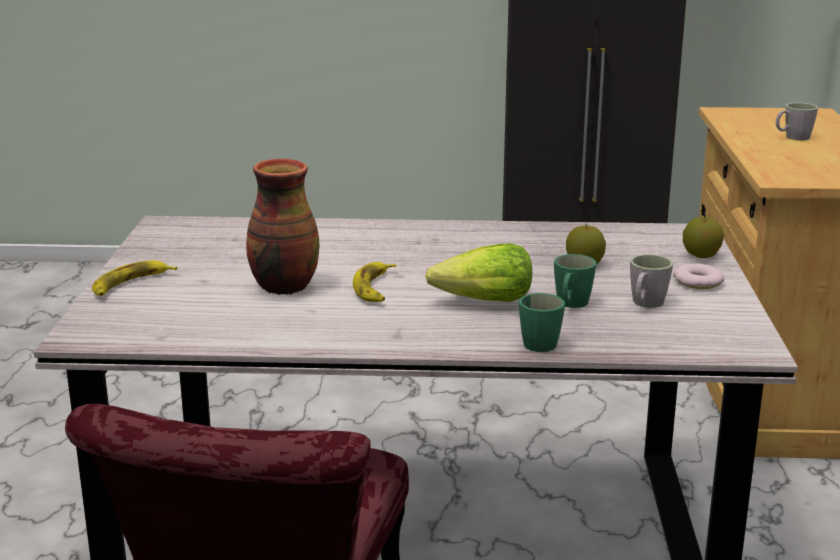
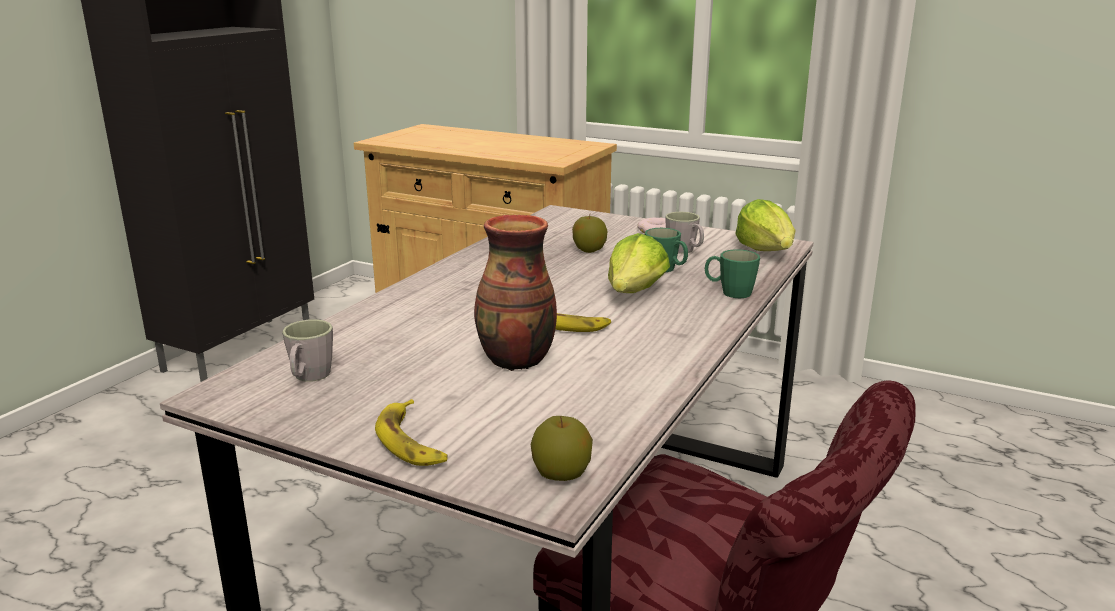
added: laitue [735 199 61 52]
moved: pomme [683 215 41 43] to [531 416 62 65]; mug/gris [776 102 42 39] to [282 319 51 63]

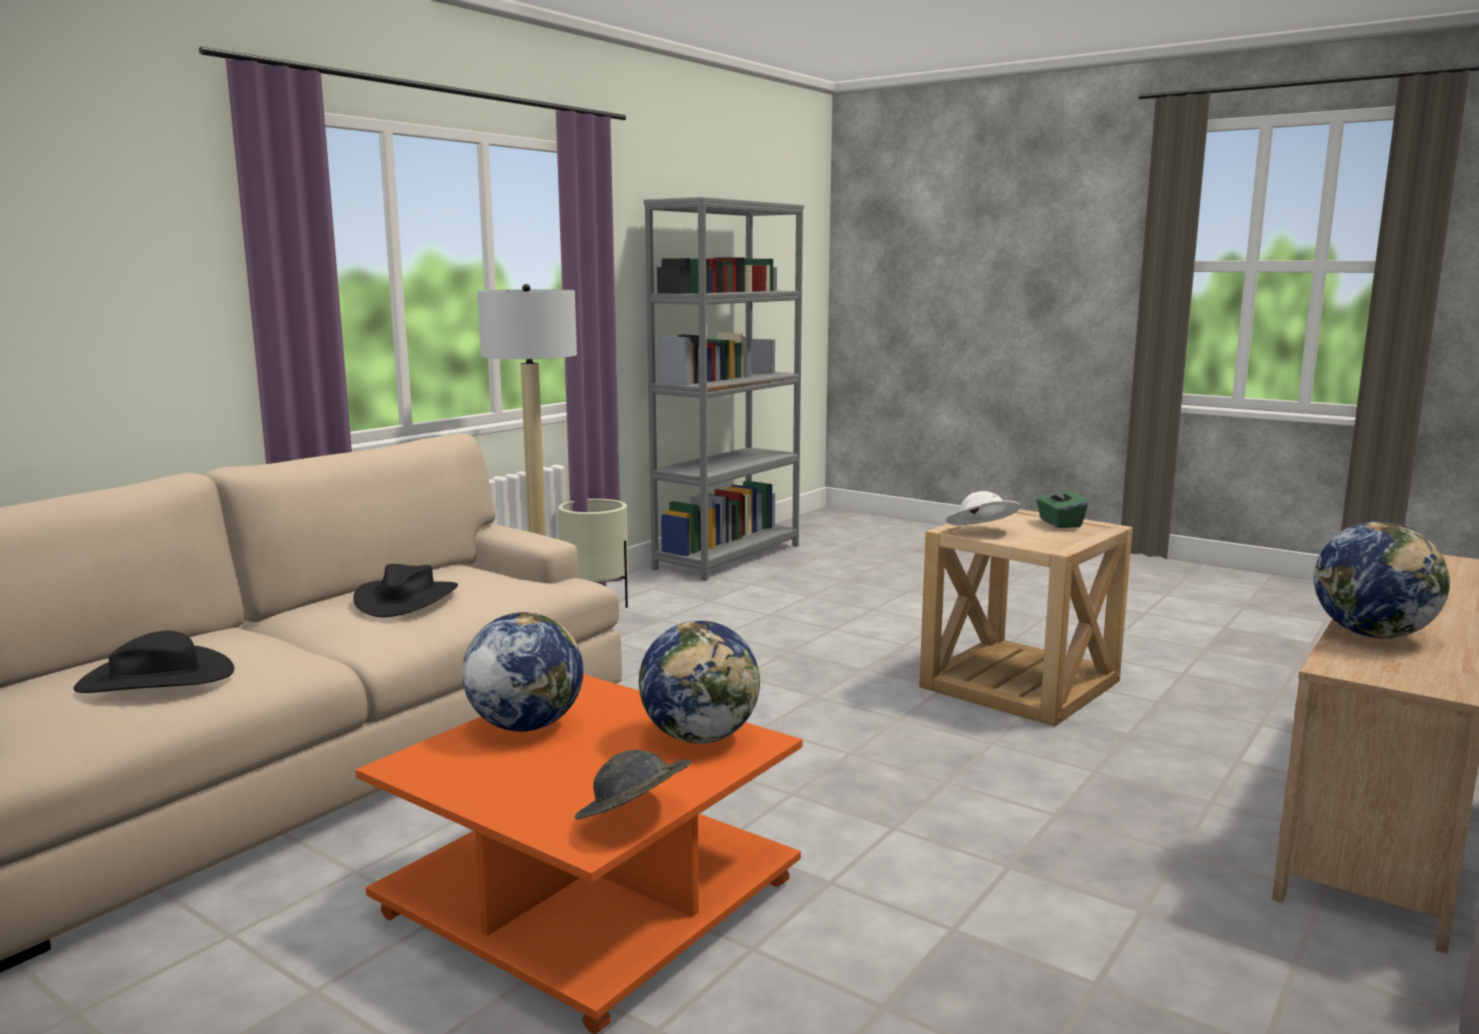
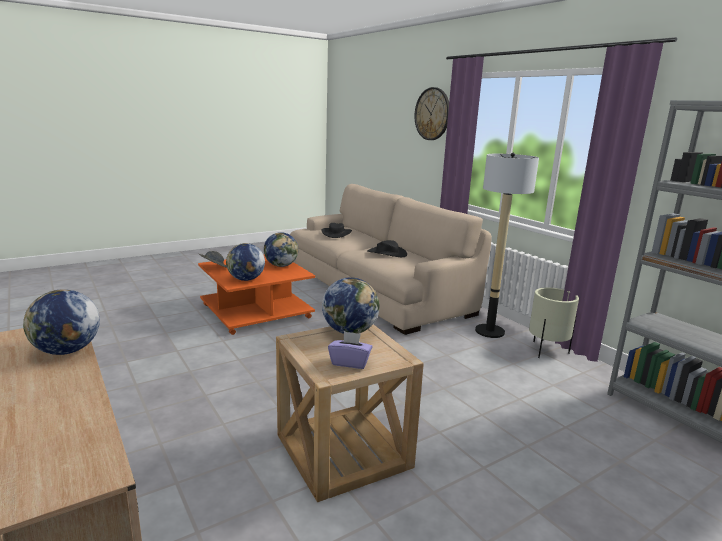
added: horloge murale [414 87 35 53]
replaced: chapeau/blanc [945 491 75 34] to globe [322 277 58 57]
recoloured: boîte à mouchoirs/vert [1036 482 52 46] to boîte à mouchoirs/violet [328 331 44 38]

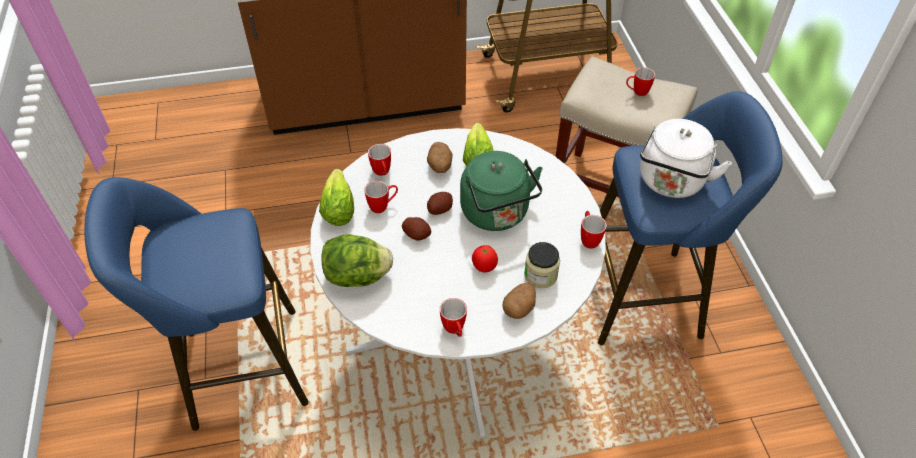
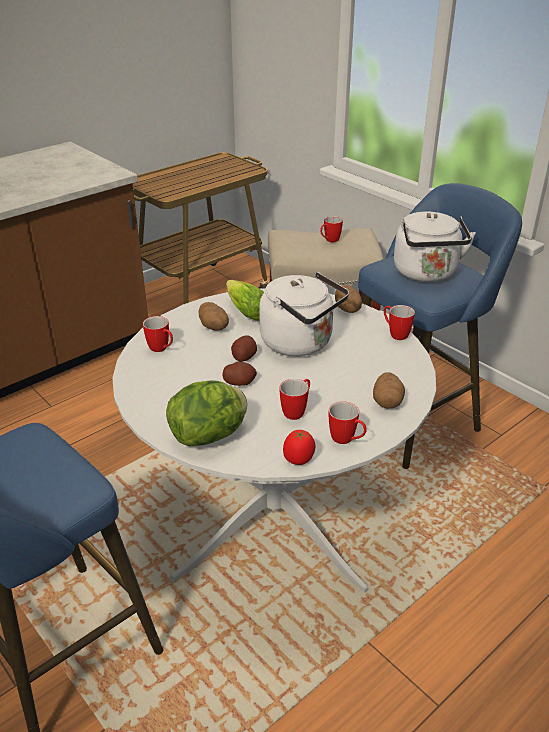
removed: laitue [319 169 35 57]; bocal [524 242 36 46]
added: pomme de terre [335 285 27 28]
moved: mug [364 180 34 33] to [280 379 30 41]; tomate [472 245 26 28] to [283 430 32 35]
recoloured: bouilloire/vert [460 151 83 80] to bouilloire/blanc [259 272 90 84]

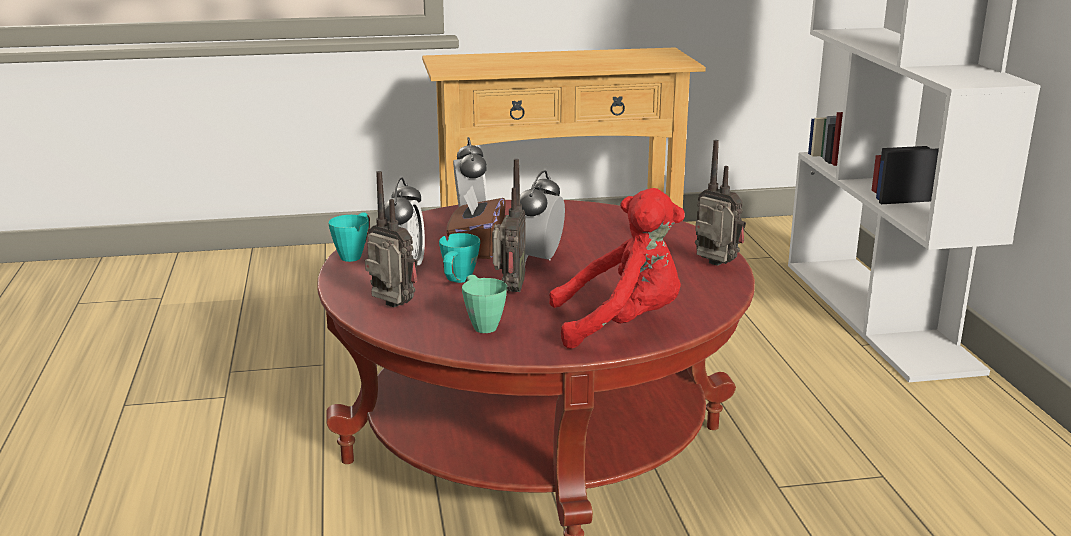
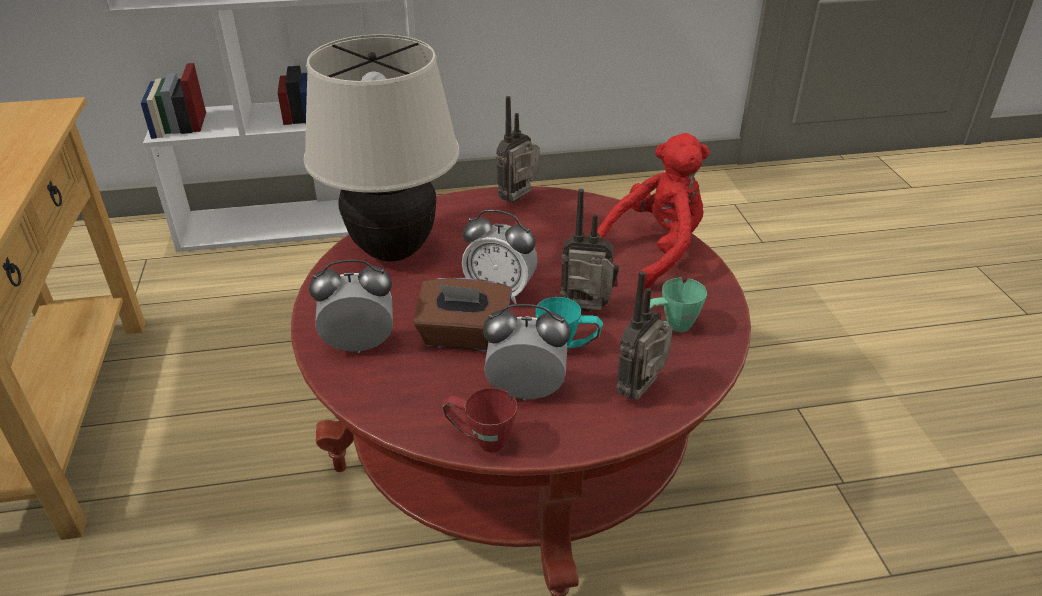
added: lampe de table/beige [304 34 155 228]
recoloured: mug/turquoise [329 212 41 50] to mug/rouge [442 388 75 64]
turned: peluche/rouge [549 188 136 161] = [597 133 113 156] 60 degrees clockwise

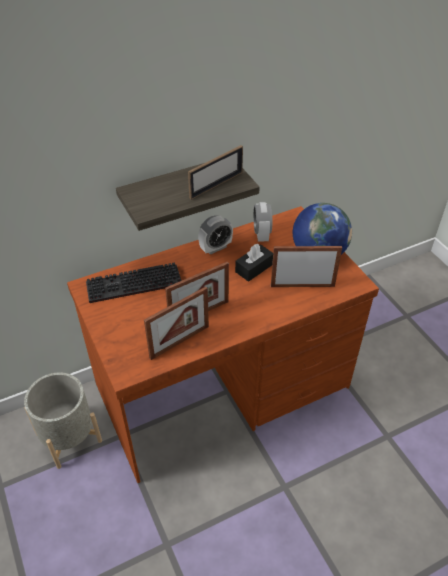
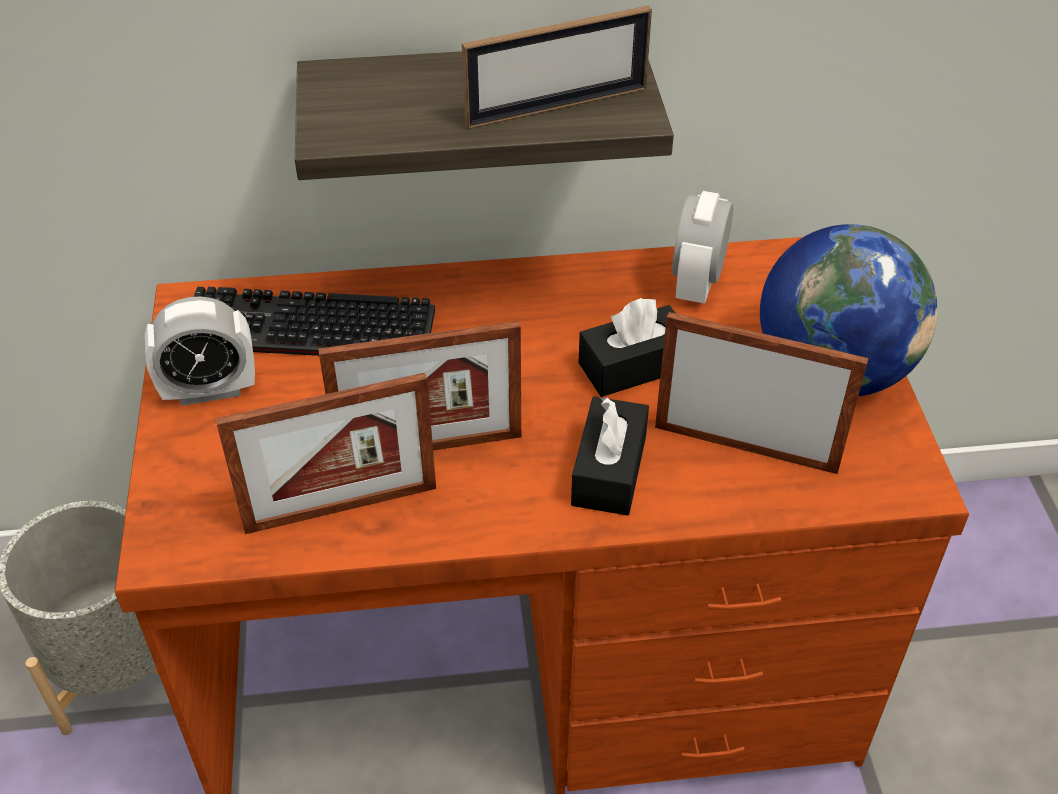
added: boîte à mouchoirs/noir [571 397 78 119]
moved: réveil [198 215 35 40] to [145 296 110 110]

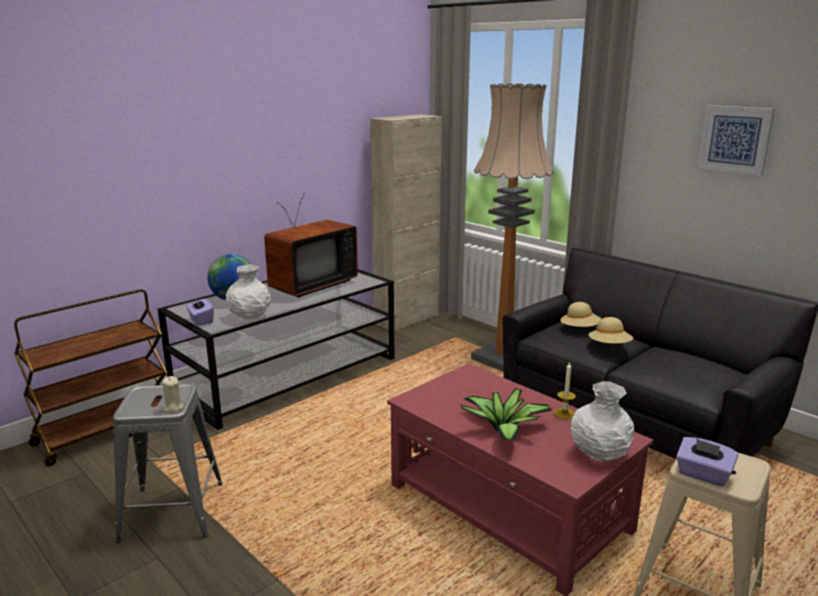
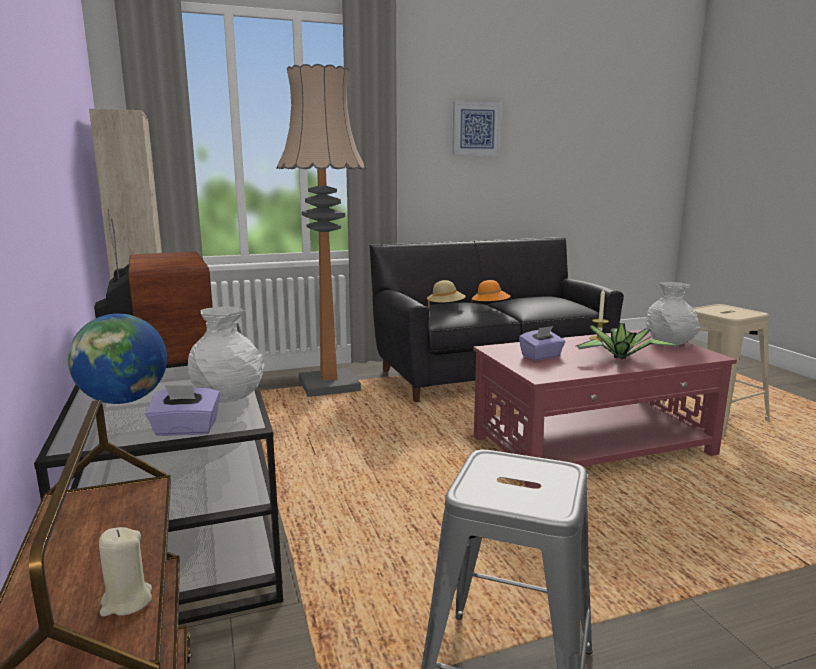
moved: bougie/beige [162 376 21 37] to [99 527 53 90]; boîte à mouchoirs/violet [676 437 62 49] to [519 326 46 35]
recoloured: chapeau/beige [588 317 45 27] to chapeau/orange [471 280 39 26]

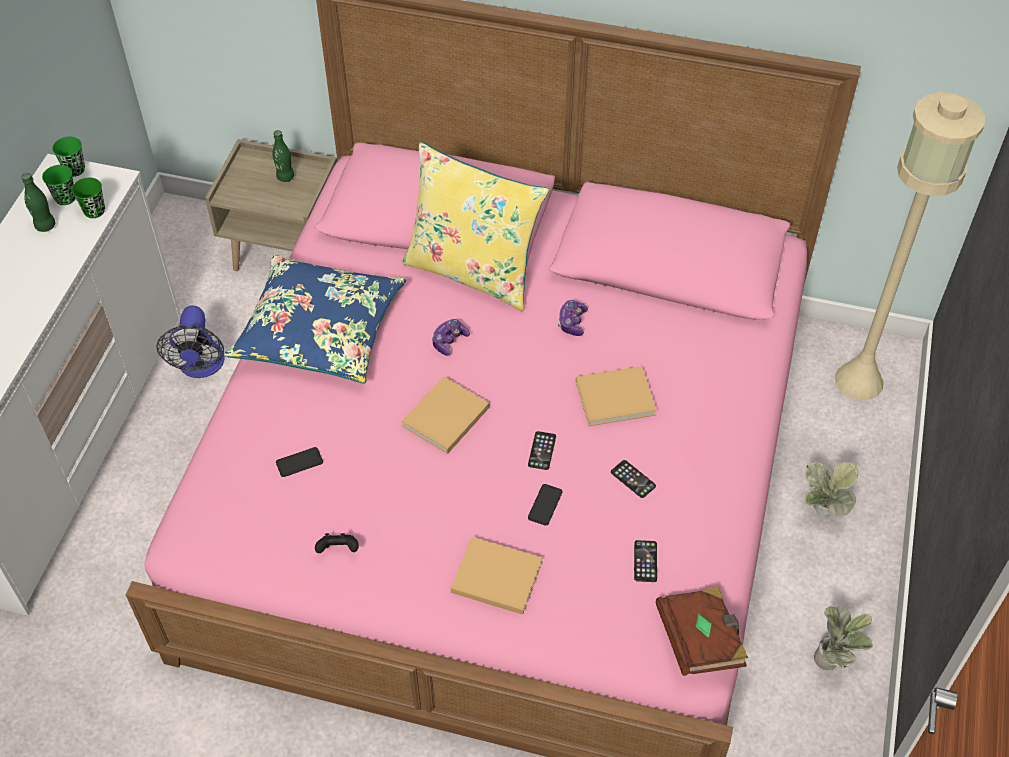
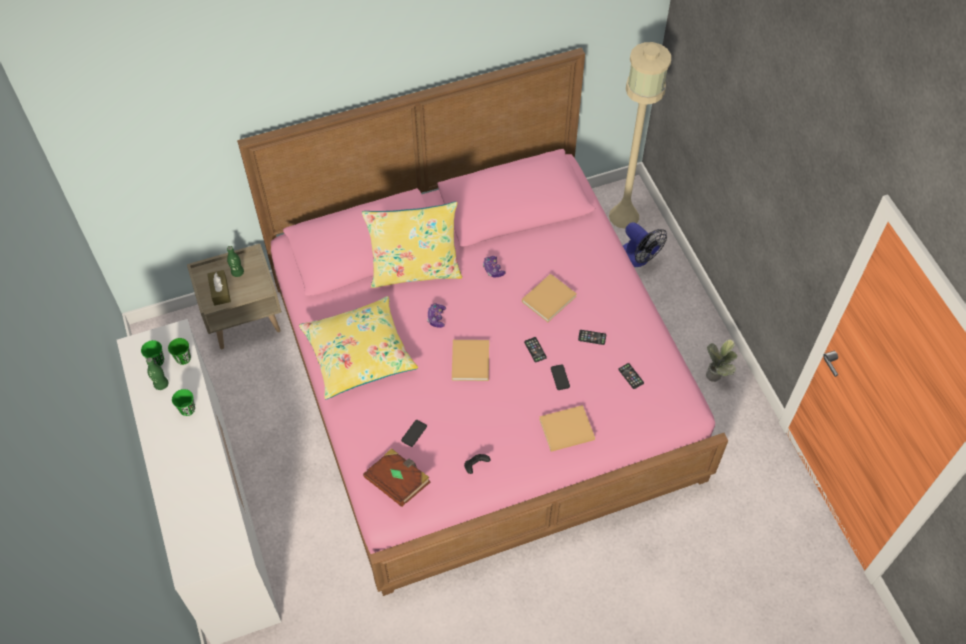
removed: plante en pot [804 461 54 56]
added: boîte à mouchoirs/marron [207 270 24 36]
moved: tasse/vert [52 137 33 40] to [172 389 23 27]; ventilateur [156 305 68 73] to [623 222 44 45]; livre/marron [656 587 92 89] to [363 448 67 59]
recoloured: coussin/bleu [224 255 182 128] to coussin/jaune [299 296 119 103]

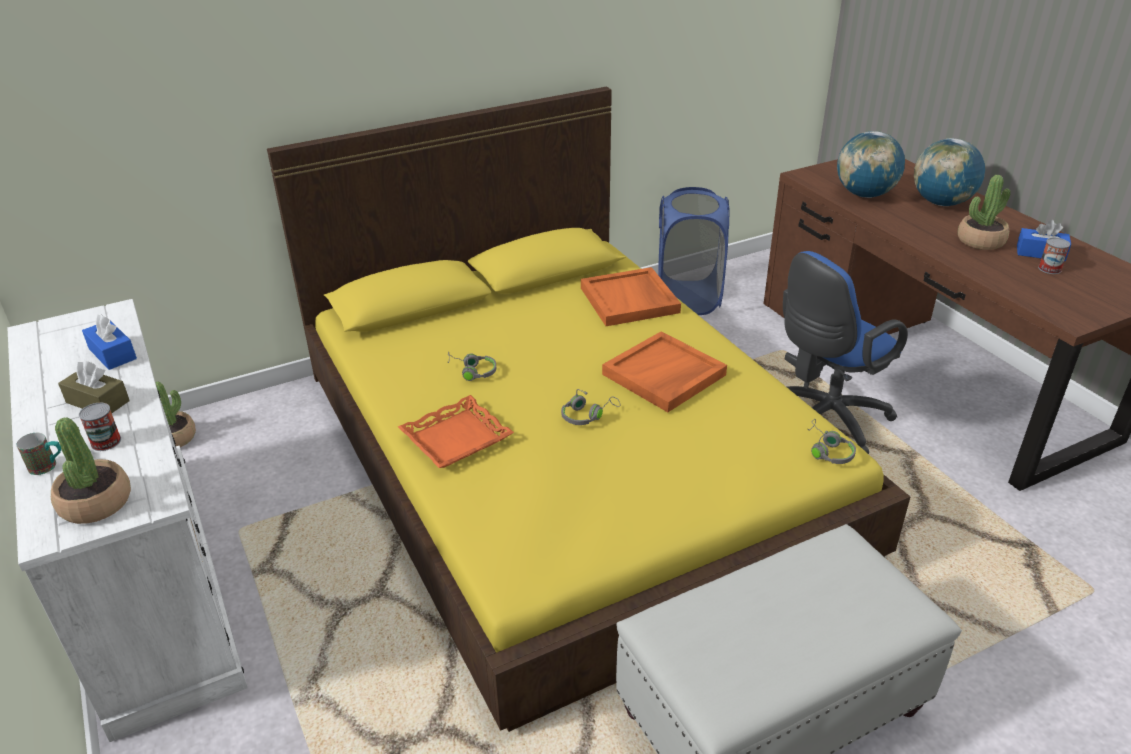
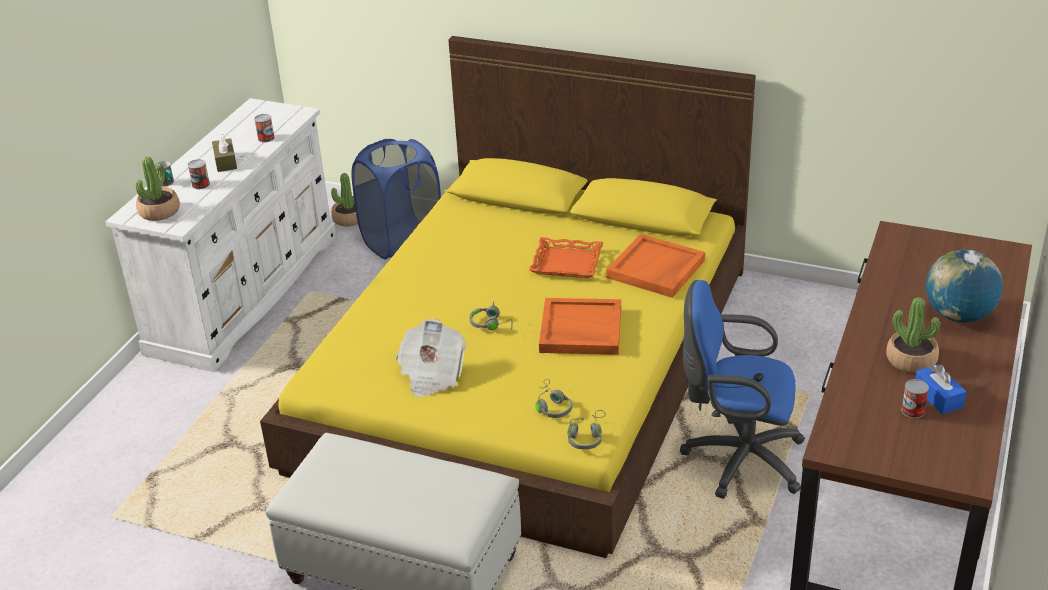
removed: globe [837 131 68 67]
added: journal [396 319 70 78]
moved: plateau/orange [398 395 116 73] to [529 237 74 41]; casque audio/gris [448 351 48 30] to [535 379 37 39]; panier à linge/bleu [658 187 72 128] to [351 139 90 121]
replaced: boîte à mouchoirs/bleu [82 315 55 55] to boîte métallique [254 114 21 28]

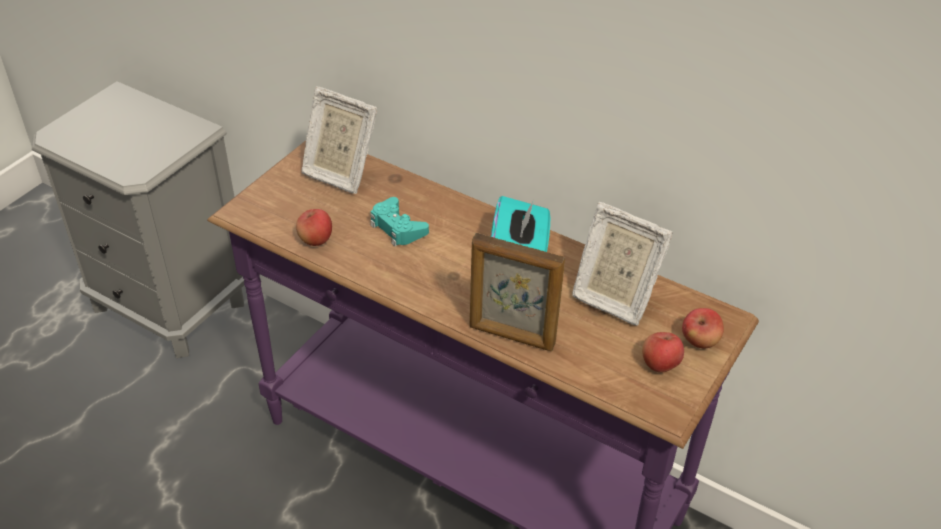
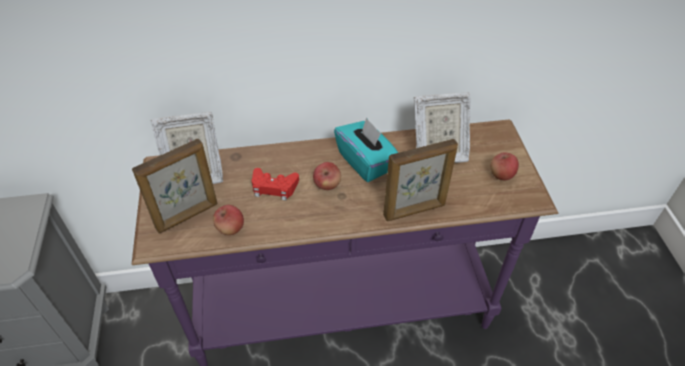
added: cadre photo [132 138 86 95]
moved: pomme [682 308 42 40] to [313 162 28 28]
recoloured: manette/turquoise [370 197 59 49] to manette/rouge [252 168 47 32]

